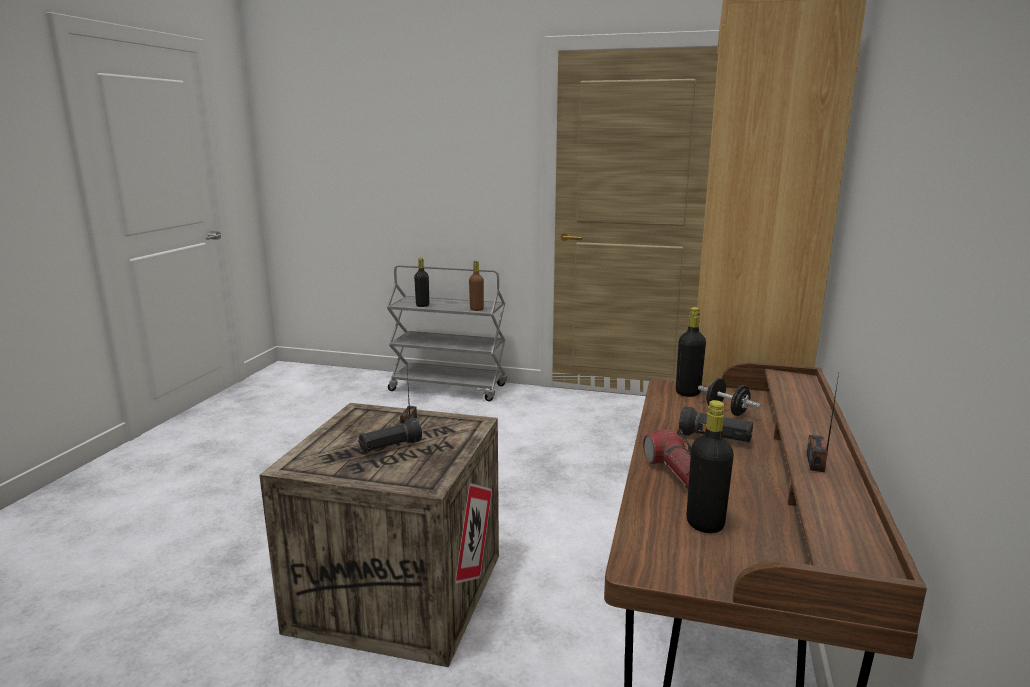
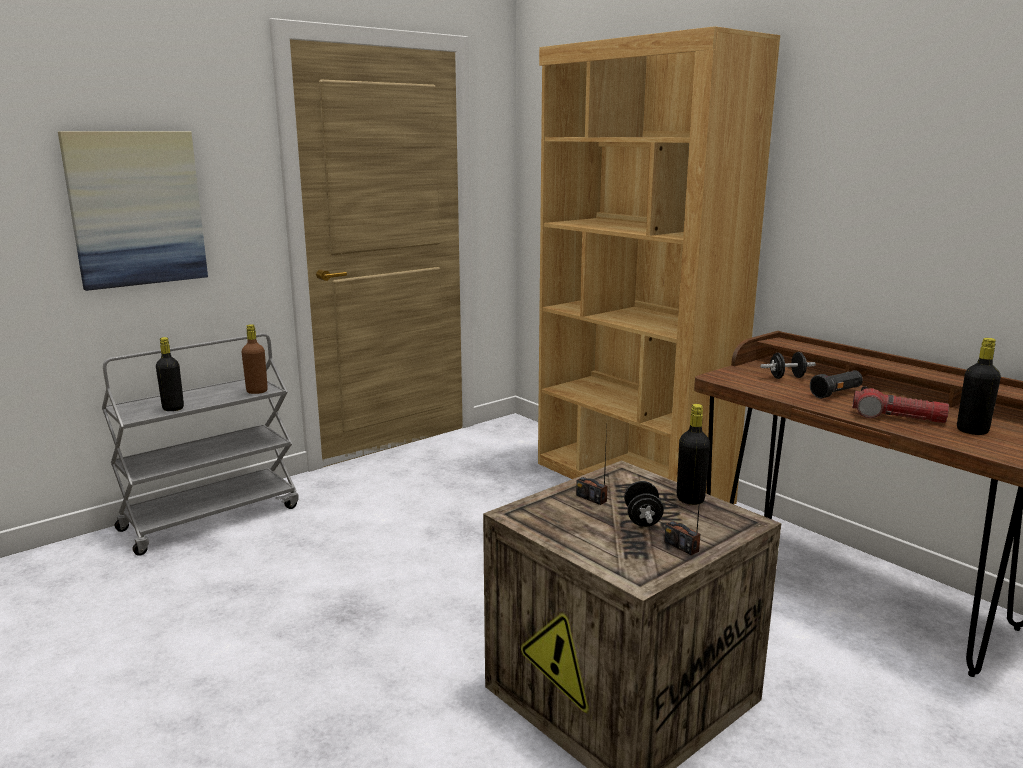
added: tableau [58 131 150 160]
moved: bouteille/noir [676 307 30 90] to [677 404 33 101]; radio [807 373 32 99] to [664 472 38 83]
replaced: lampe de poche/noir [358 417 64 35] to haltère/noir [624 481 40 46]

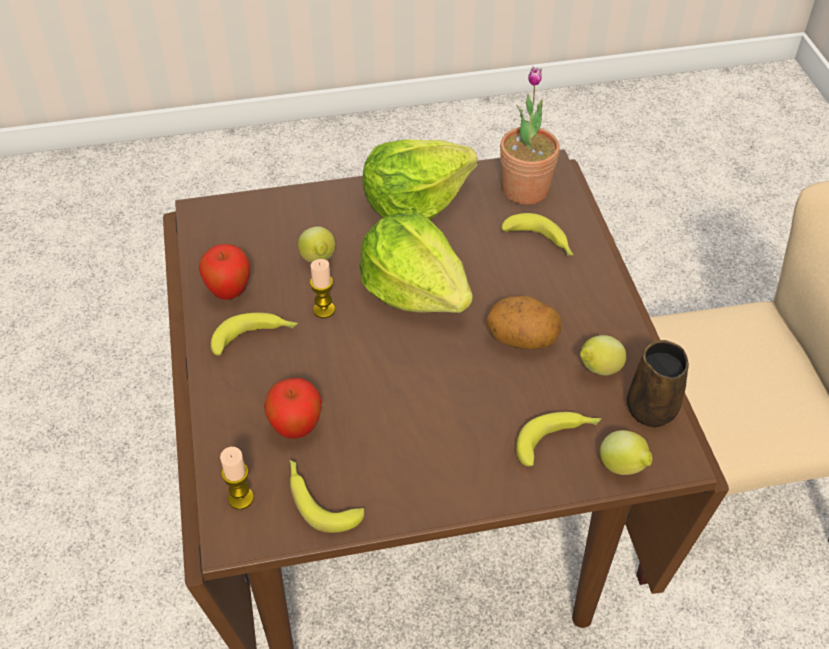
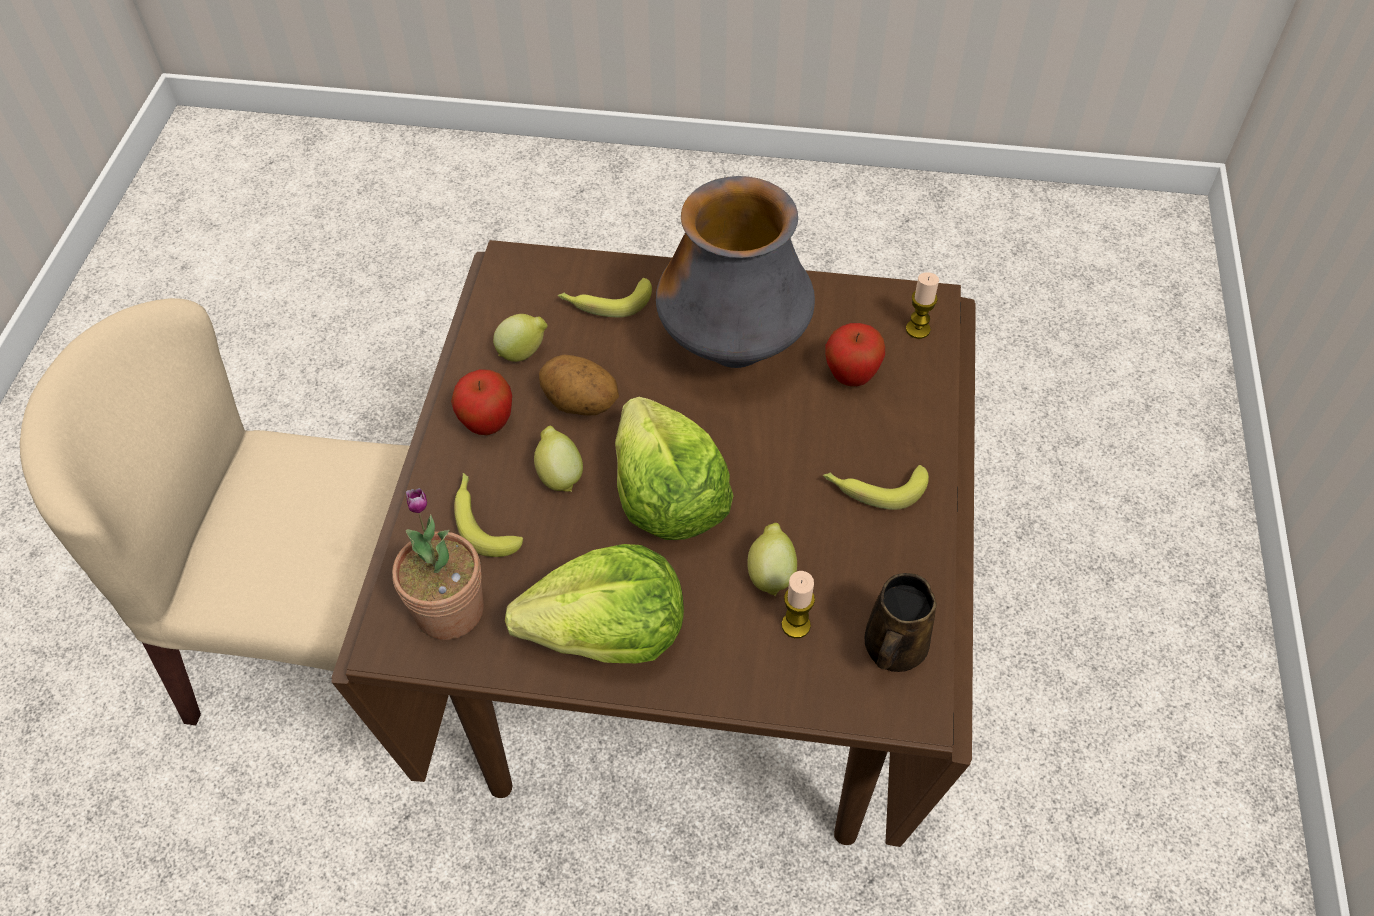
removed: banane [289 460 75 73]
added: vase [656 176 159 192]
moved: pomme [199 244 51 56] to [451 369 61 66]; bougie [310 259 25 59] to [781 571 34 67]; citron [600 430 53 45] to [534 426 49 66]; mug/marron [627 340 62 88] to [865 573 72 99]

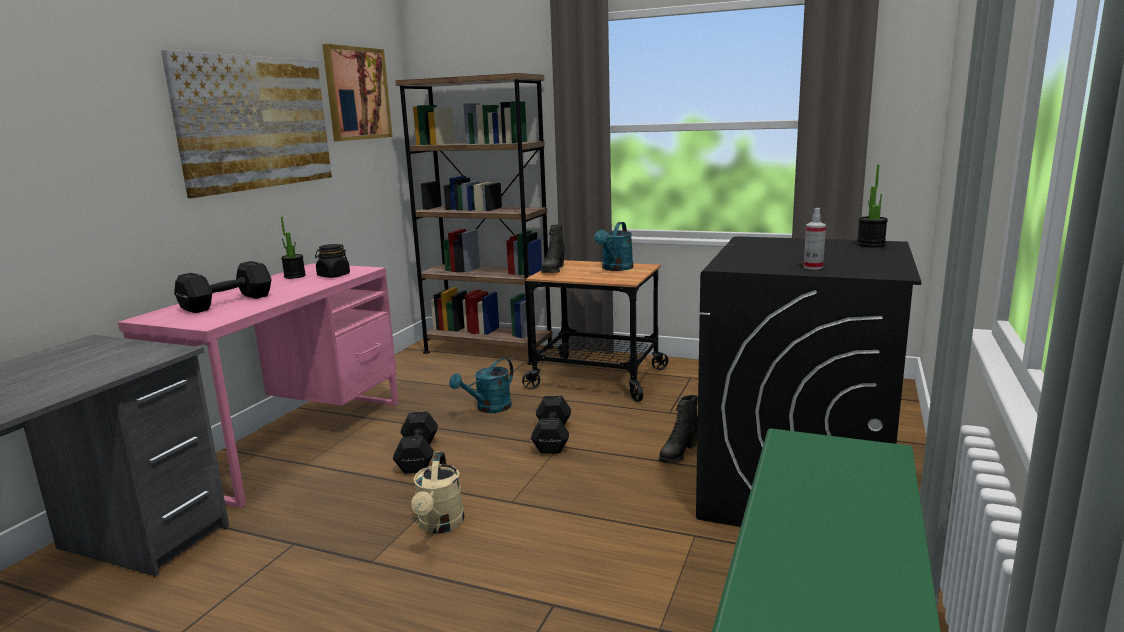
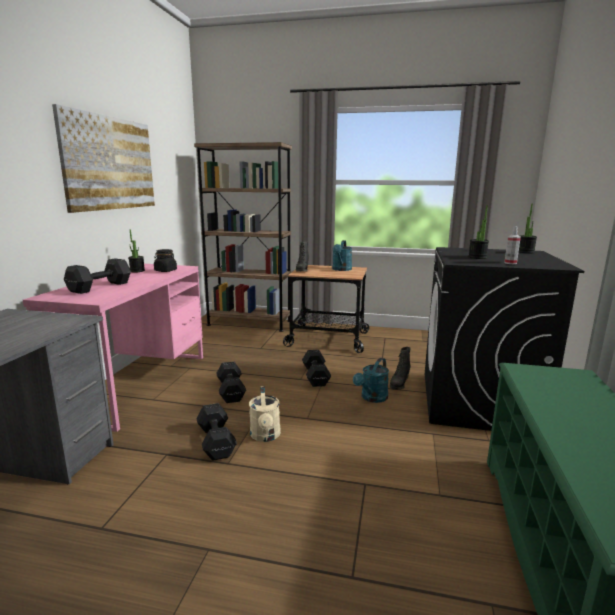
removed: tableau [322 44 71 97]
added: haltère/noir [196 403 41 58]; plante en pot [468 205 21 54]
moved: arrosoir/turquoise [449 358 64 55] to [353 358 36 45]

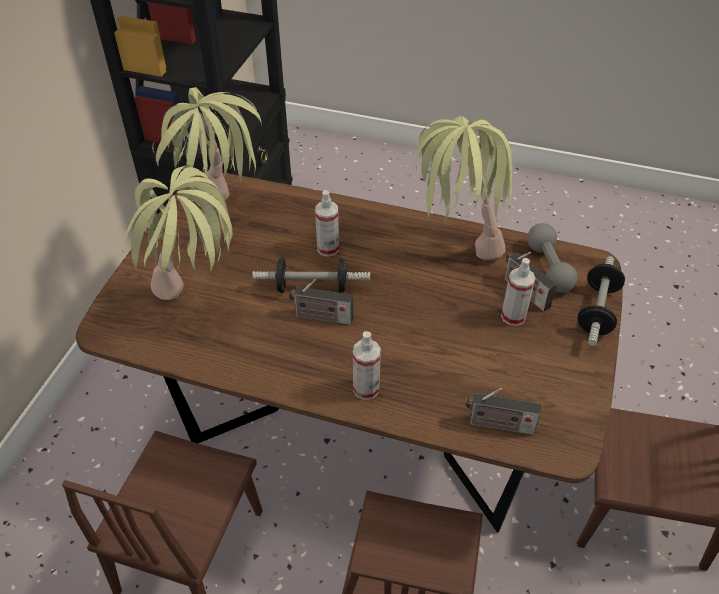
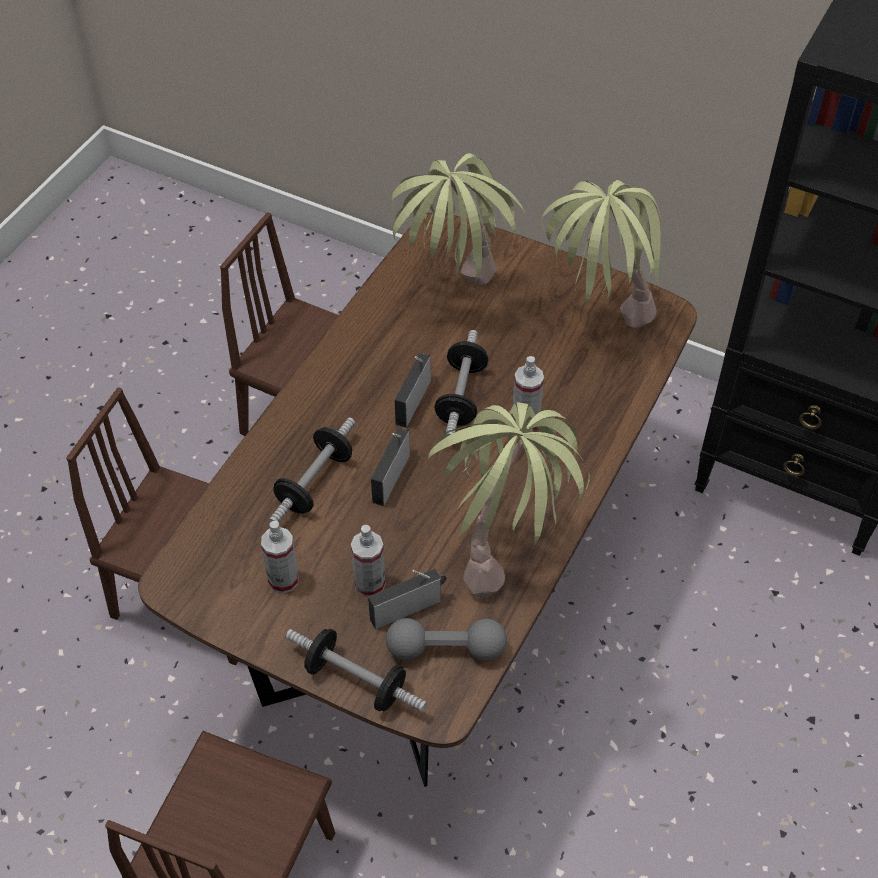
added: haltère [269 417 87 106]
moved: vaporisateur [353 331 28 69] to [261 521 38 73]; radio [465 388 76 47] to [371 427 39 79]

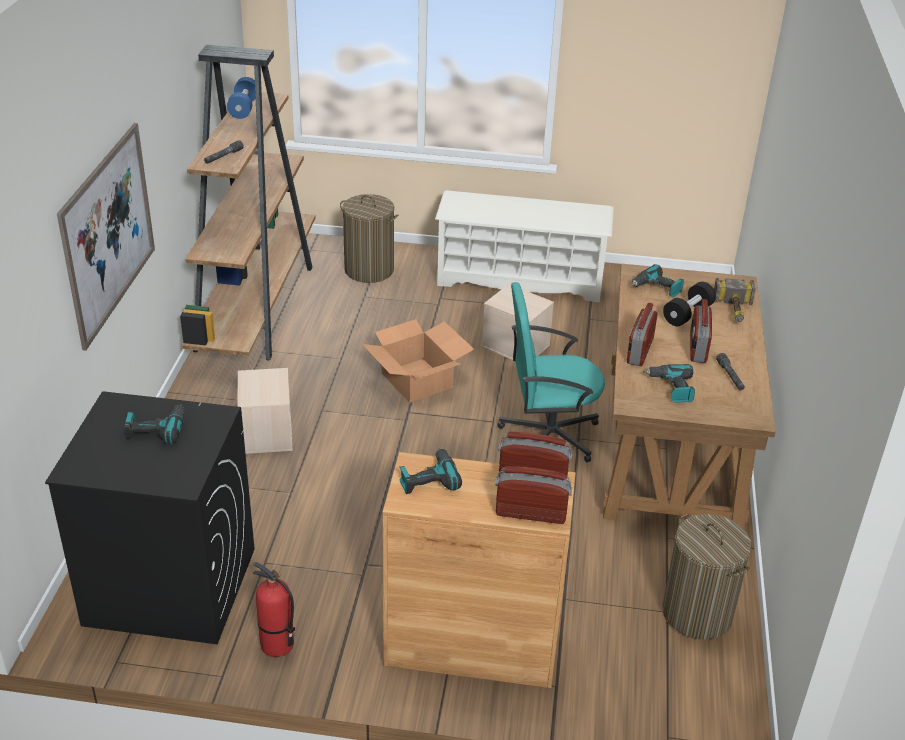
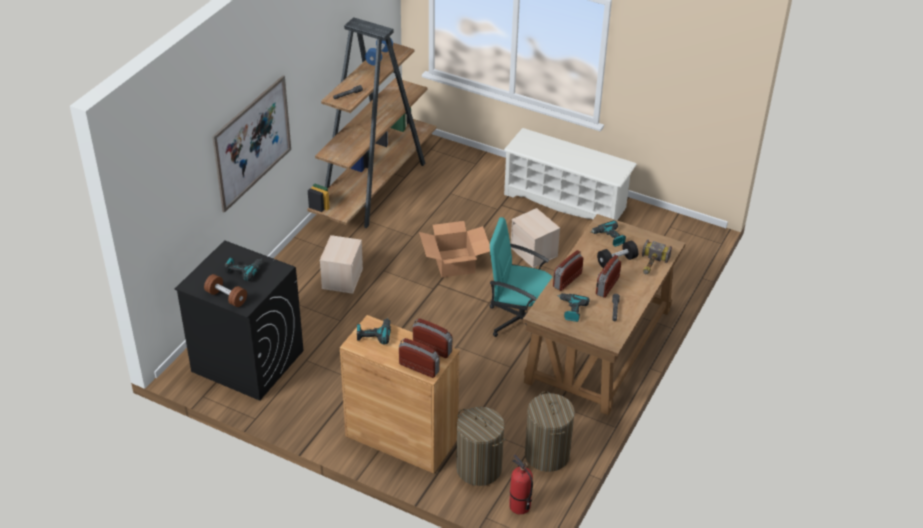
added: haltère/marron [204 274 43 33]
moved: extincteur [253 562 42 95] to [509 455 24 60]; panier à linge [340 194 58 89] to [456 407 49 79]

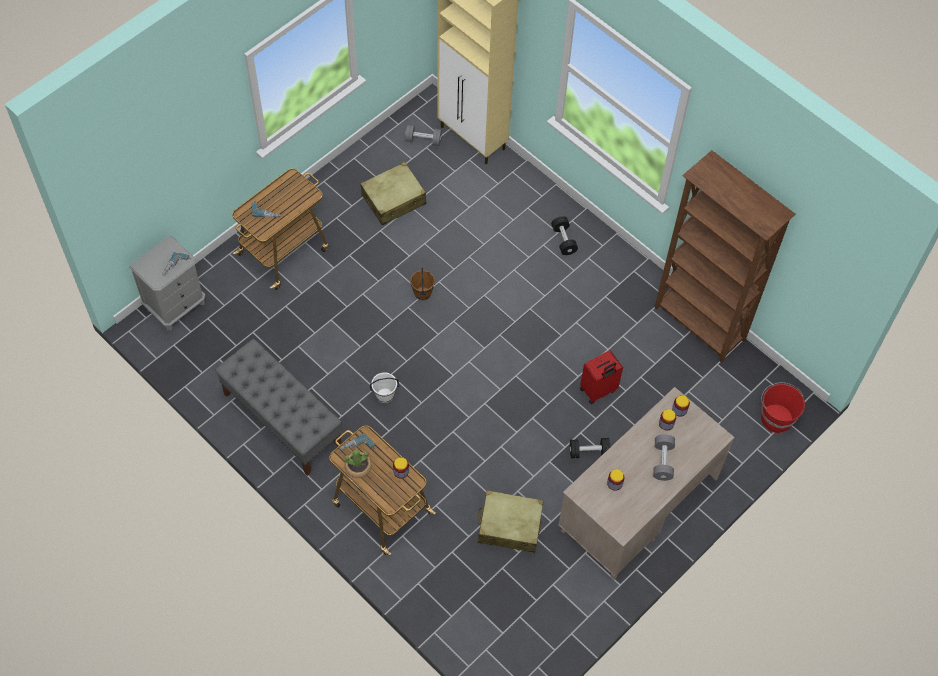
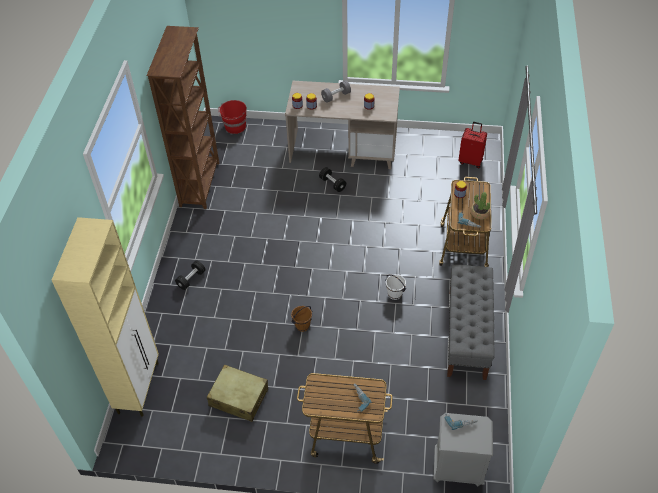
removed: haltère/gris [405 125 37 21]; valise/beige [477 490 67 63]
moved: valise/rouge [580 350 43 54] to [458 122 29 47]

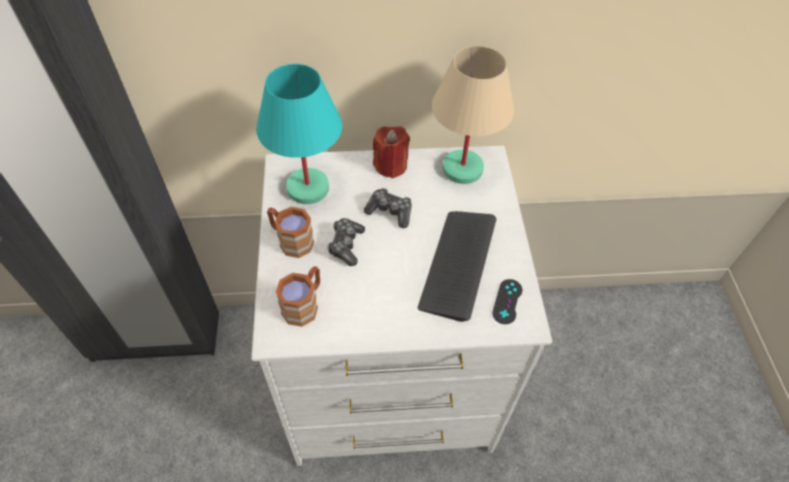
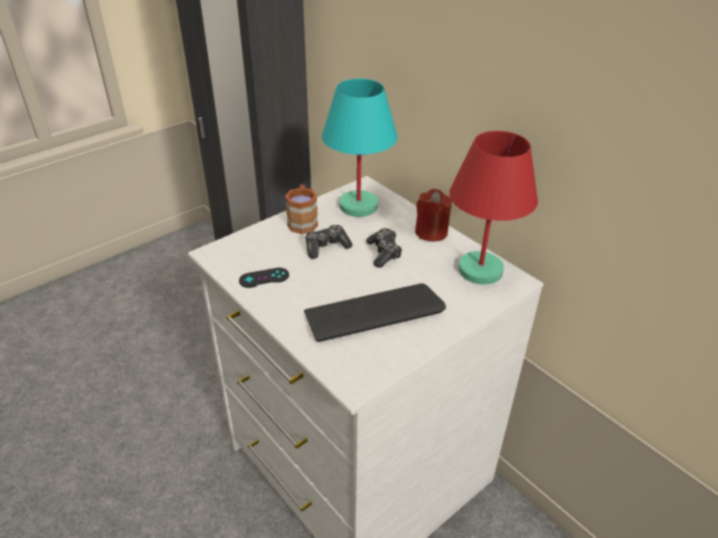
removed: mug/marron [276 266 44 61]
moved: manette/noir [492 279 31 45] to [239 268 50 20]
recoloured: lampe de table/beige [432 46 82 138] to lampe de table/rouge [449 131 89 154]

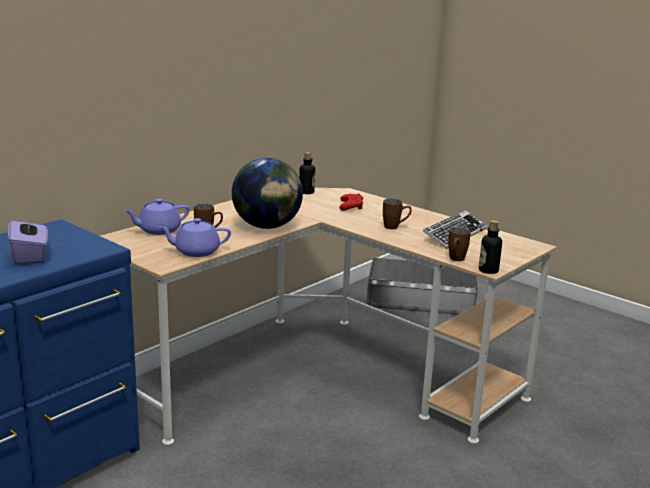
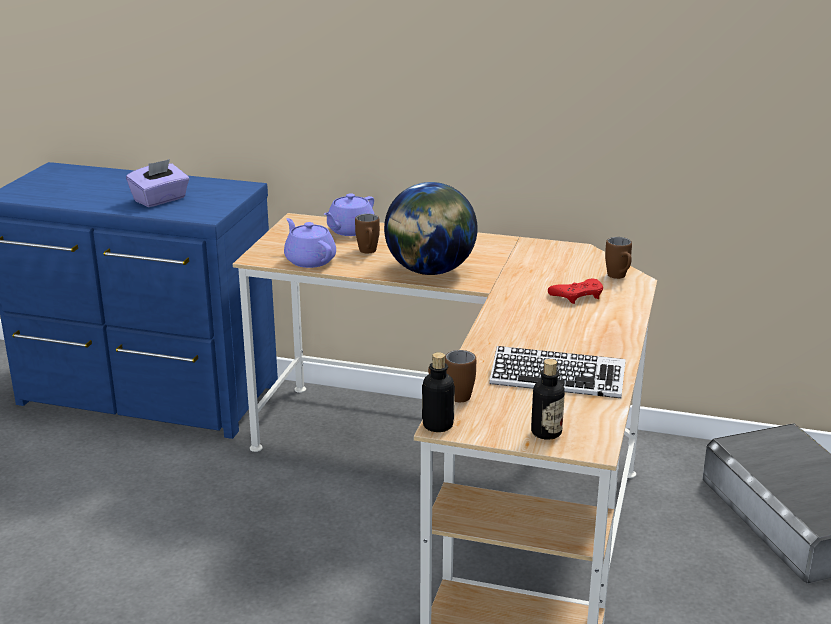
moved: bouteille [299 152 16 42] to [531 359 34 81]; mug/marron [383 198 29 31] to [605 237 27 42]
turned: théière/violet [124 199 66 36] = [324 193 51 43] 90 degrees counterclockwise

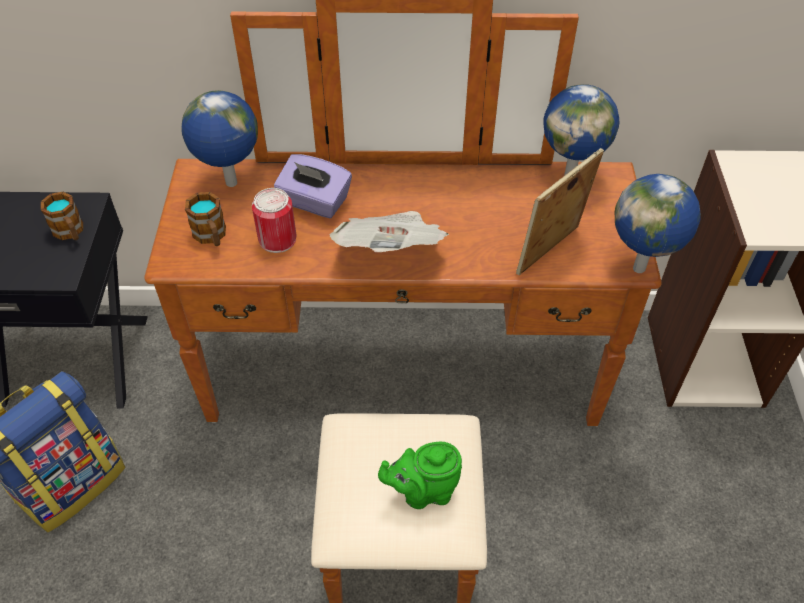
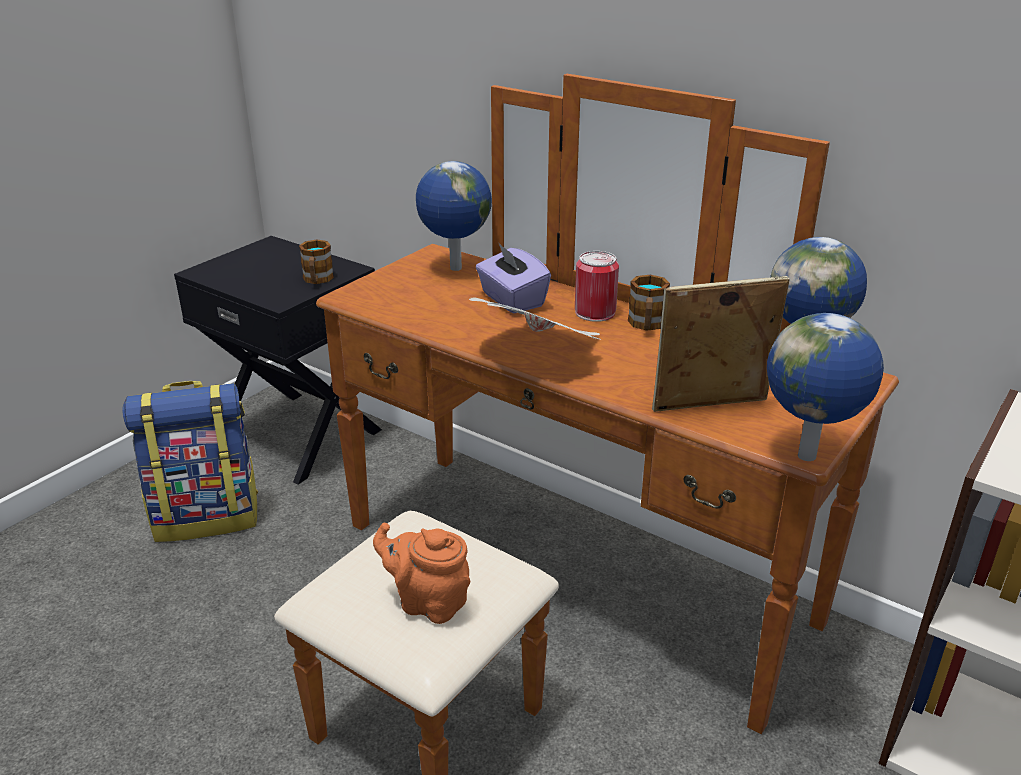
moved: mug [185 192 41 54] to [628 275 42 56]; boîte métallique [252 188 45 65] to [575 251 44 71]
recoloured: théière/vert [378 442 84 67] to théière/orange [373 523 97 101]

